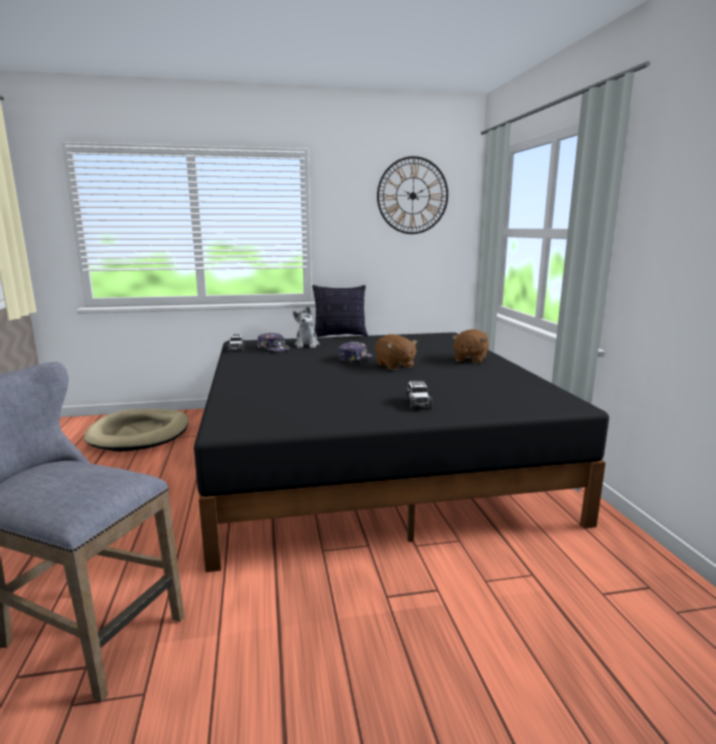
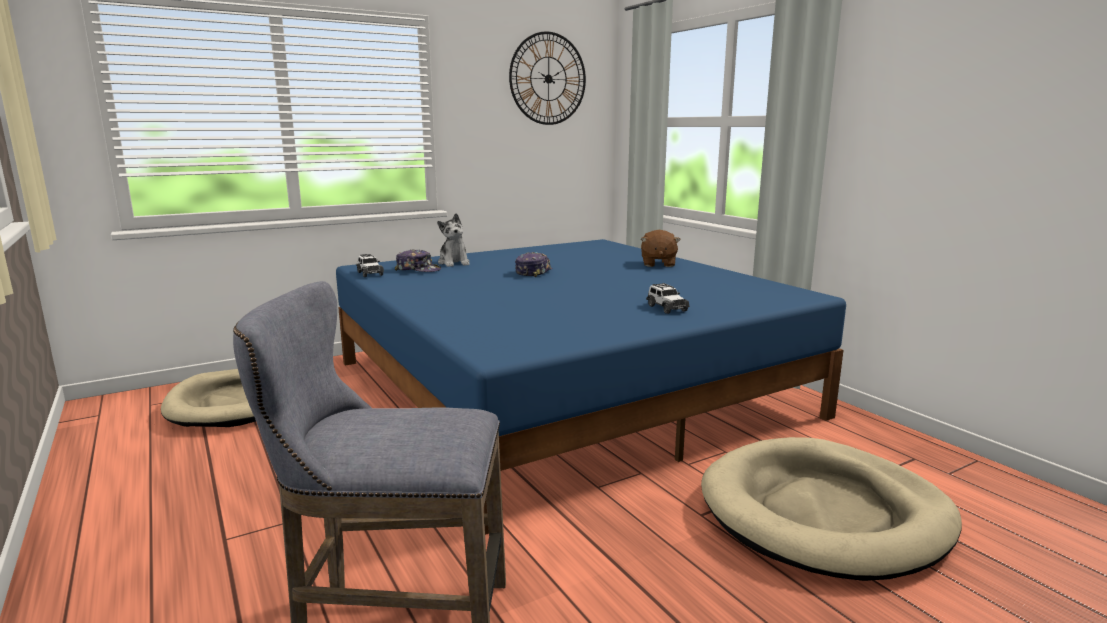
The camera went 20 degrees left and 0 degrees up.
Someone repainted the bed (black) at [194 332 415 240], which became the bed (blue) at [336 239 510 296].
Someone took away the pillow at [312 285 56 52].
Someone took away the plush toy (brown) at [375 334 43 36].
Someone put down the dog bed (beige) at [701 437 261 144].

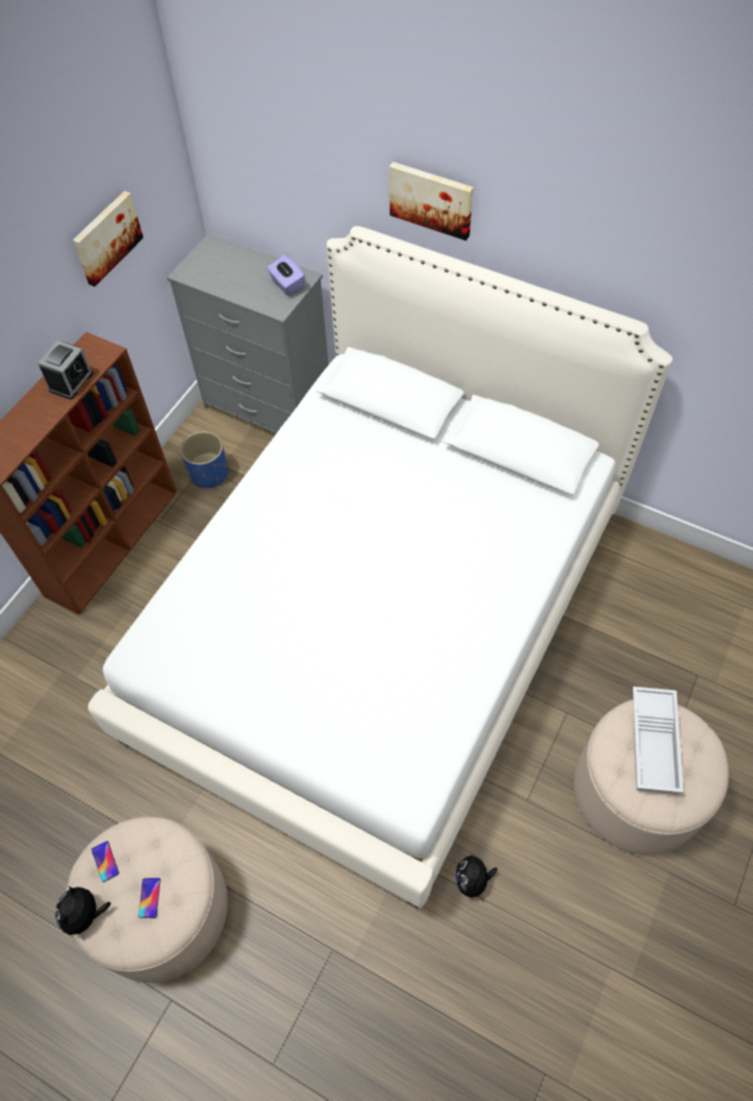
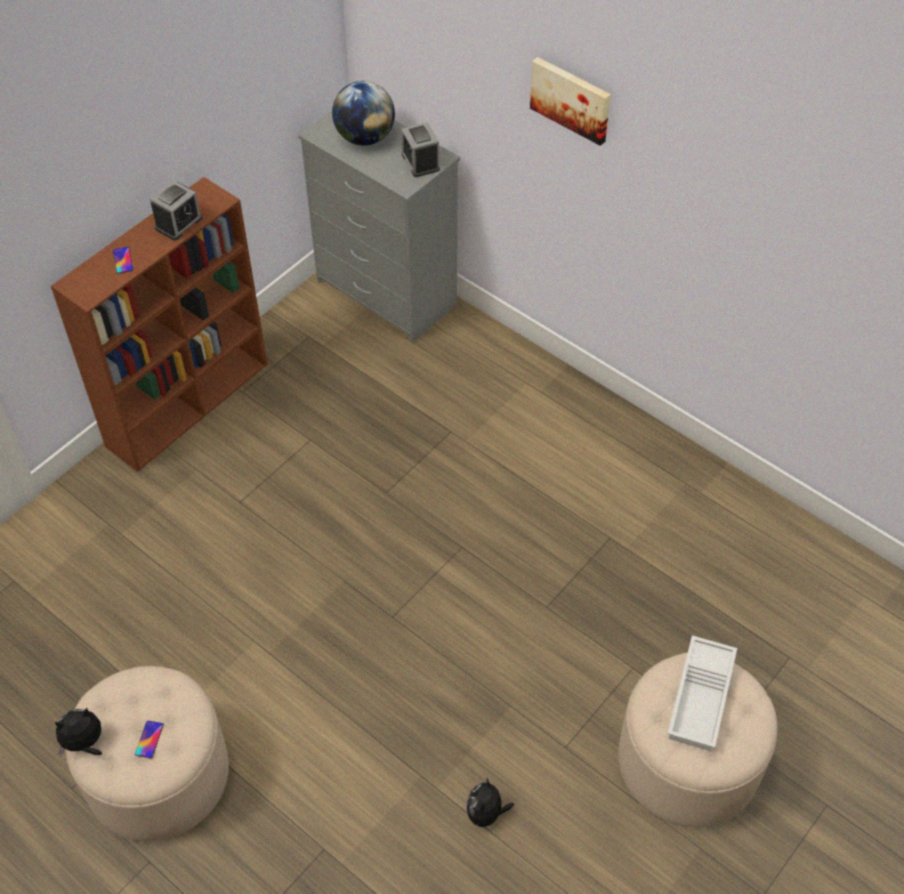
The camera went 10 degrees right and 5 degrees down.
Someone rotated the plush toy at [55 887 56 54] by 45 degrees clockwise.
Someone took away the picture at [72 191 71 96].
Someone took away the bed (white) at [88 226 585 682].
Someone carried the phone from [91 841 28 41] to [113 247 20 27].
Someone took away the planter (blue) at [180 431 48 57].
Someone swapped the tissue box (purple) at [267 254 38 42] for the alarm clock at [401 122 39 55].
Someone put down the globe at [332 81 63 65].

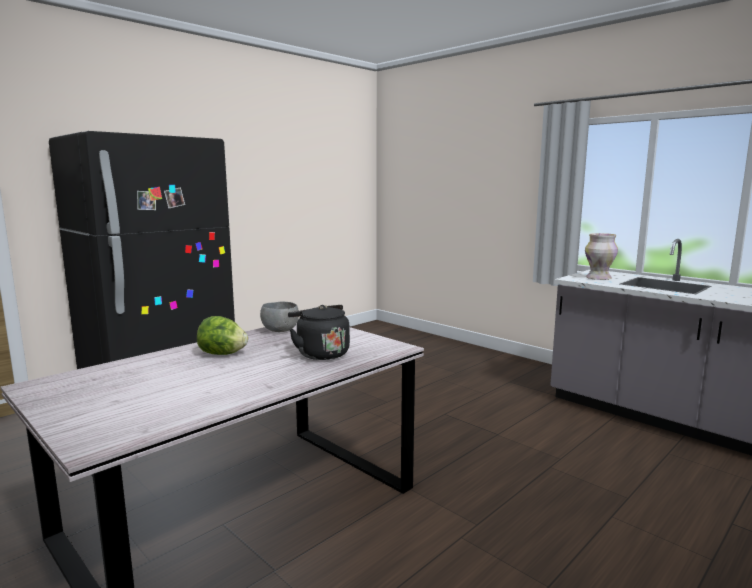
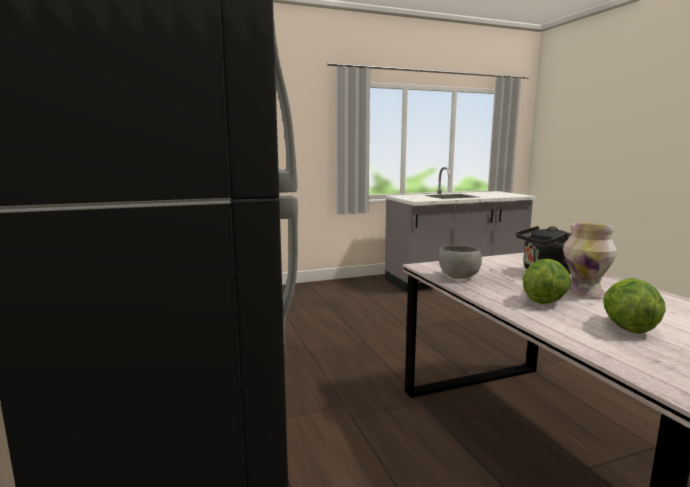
The camera went 65 degrees left and 0 degrees up.
Someone carried the vase from [585 233 33 47] to [563 223 54 75].
Someone put down the lettuce at [603 278 63 56].

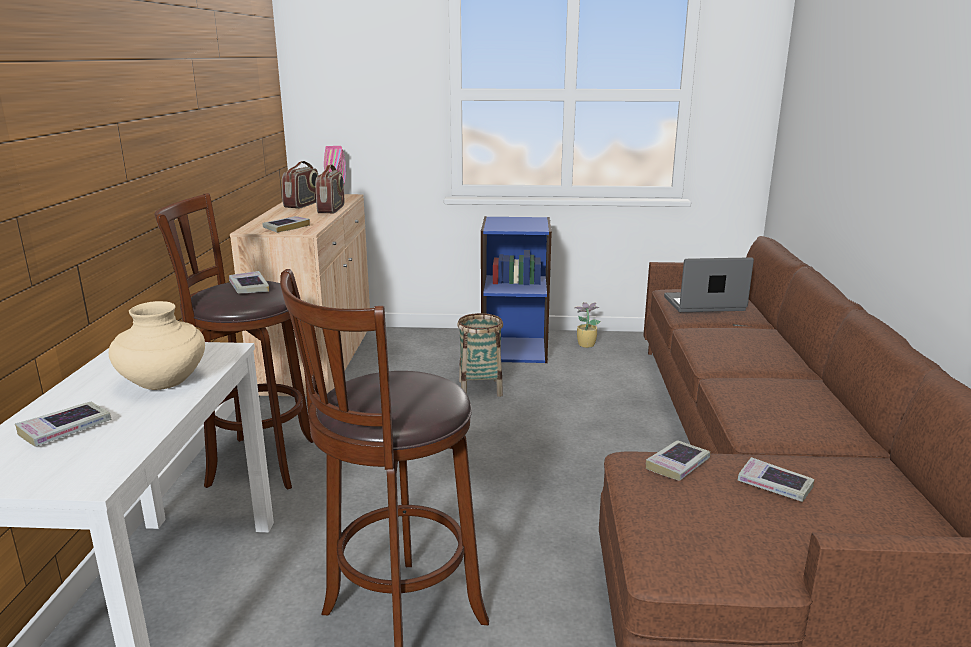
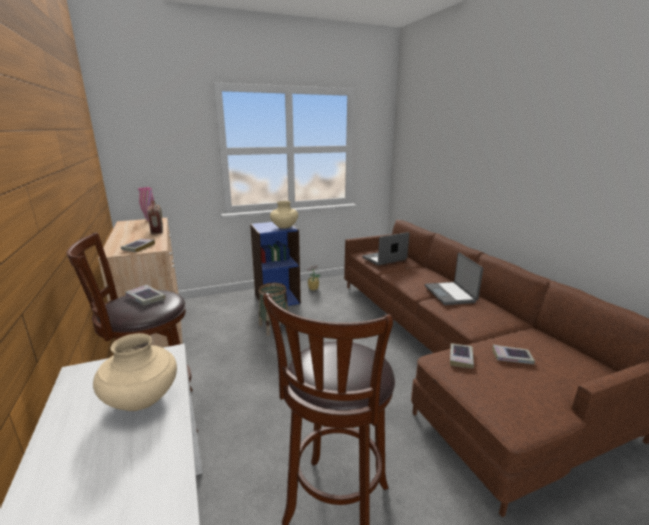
The camera went 25 degrees left and 0 degrees up.
Someone took away the book at [15 402 97 45].
Someone took away the radio at [282 161 36 47].
Someone put down the vase (beige) at [270 201 28 28].
Someone put down the laptop at [425 253 58 52].

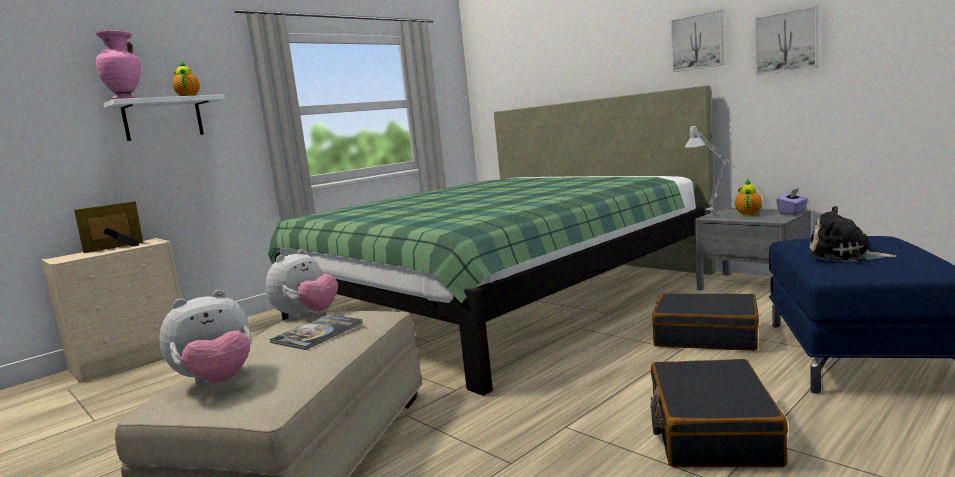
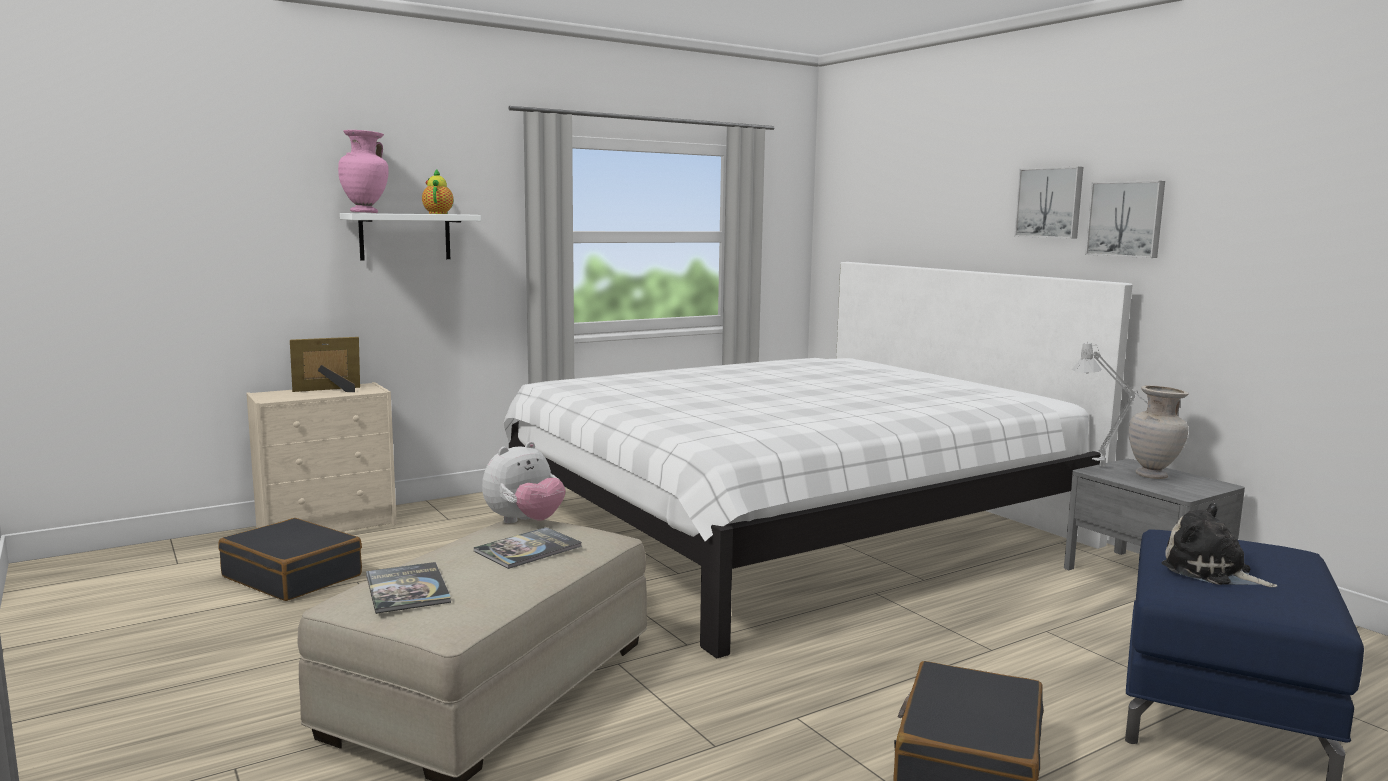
The camera went 10 degrees right and 0 degrees up.
Someone swapped the plush toy at [160 290 91 94] for the book at [366 562 85 52].
Someone repainted the bed (green) at [268 85 448 311], which became the bed (white) at [503 262 630 397].
Someone carried the suitcase (black) from [652 293 107 58] to [218 518 144 83].
Someone swapped the teapot at [735 179 27 37] for the vase (beige) at [1129 385 60 94].
Someone carried the picture from [755 6 64 69] to [1014 167 69 72].
Someone took away the tissue box (purple) at [776 188 32 27].

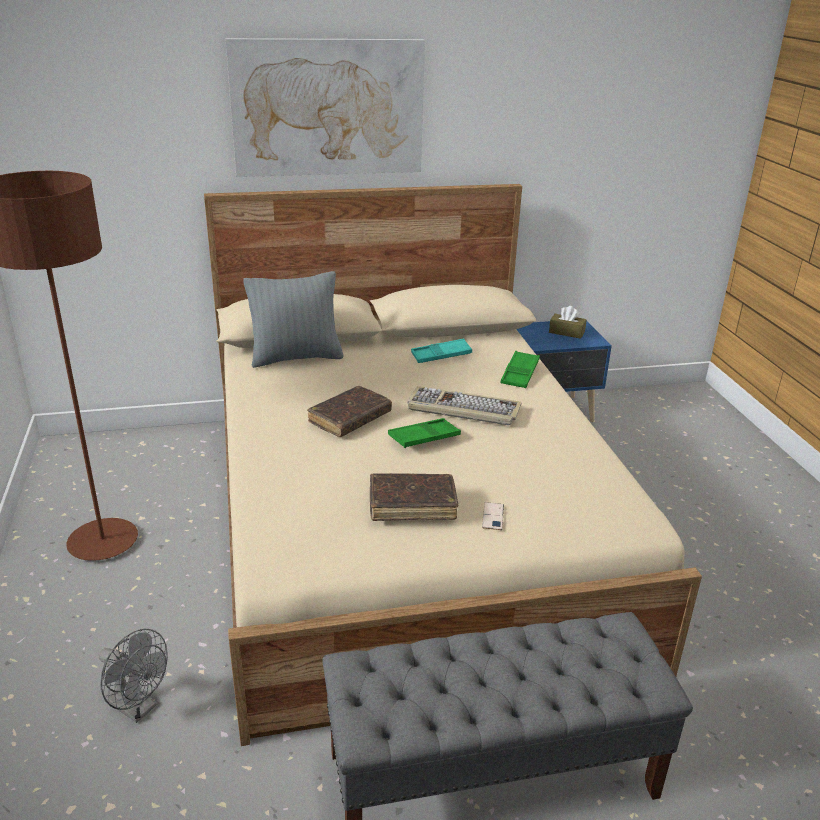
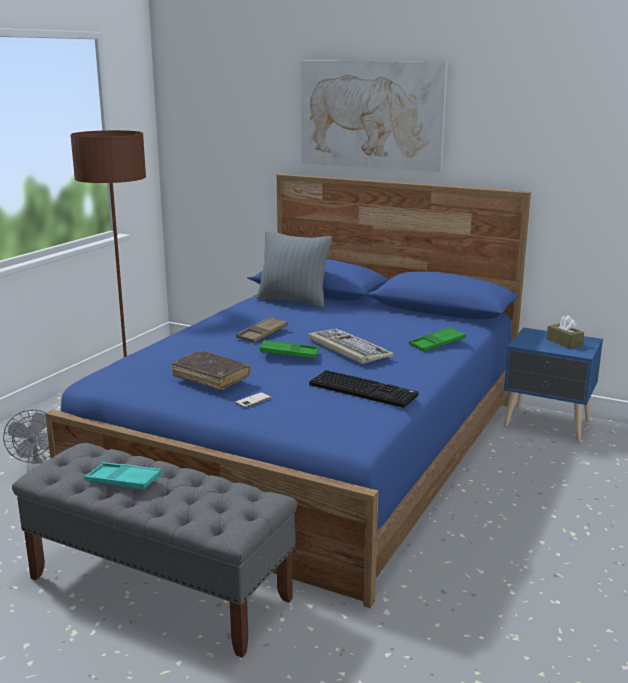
The camera went 40 degrees right and 10 degrees down.
Someone repainted the bed (beige) at [204 184 498 562], which became the bed (blue) at [45 174 486 434].
Someone swapped the book (brown) at [307 386 85 51] for the tray (brown) at [236 317 52 26].
Someone carried the tray (turquoise) from [411 339 61 24] to [84 462 78 27].
Someone put down the keyboard at [309 370 110 38].

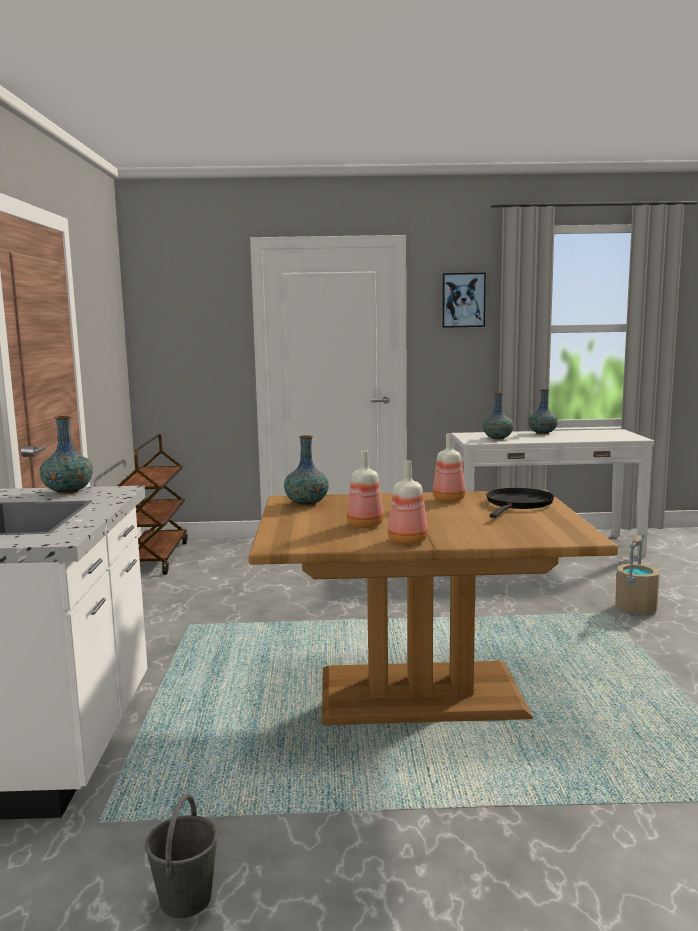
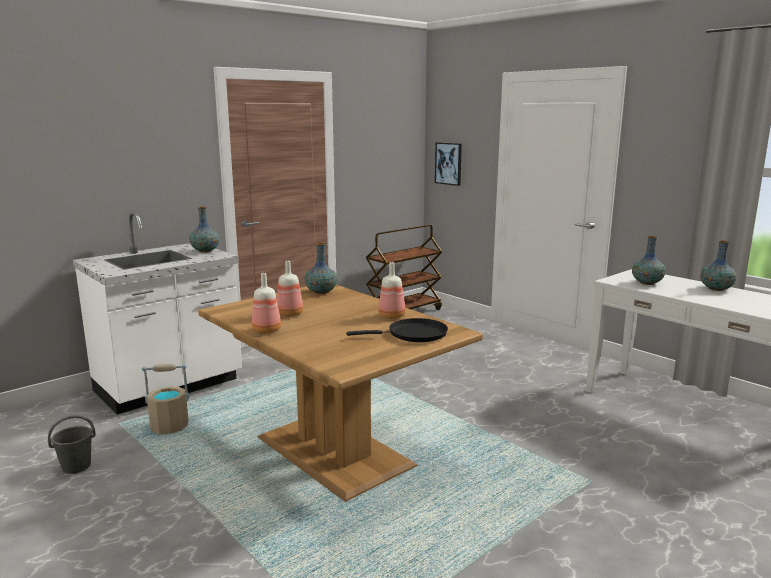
The camera went 50 degrees right and 5 degrees up.
Someone carried the picture from [442 273 44 55] to [435 142 27 44].
Someone carried the bucket (beige) from [615 533 45 81] to [142 364 48 71].

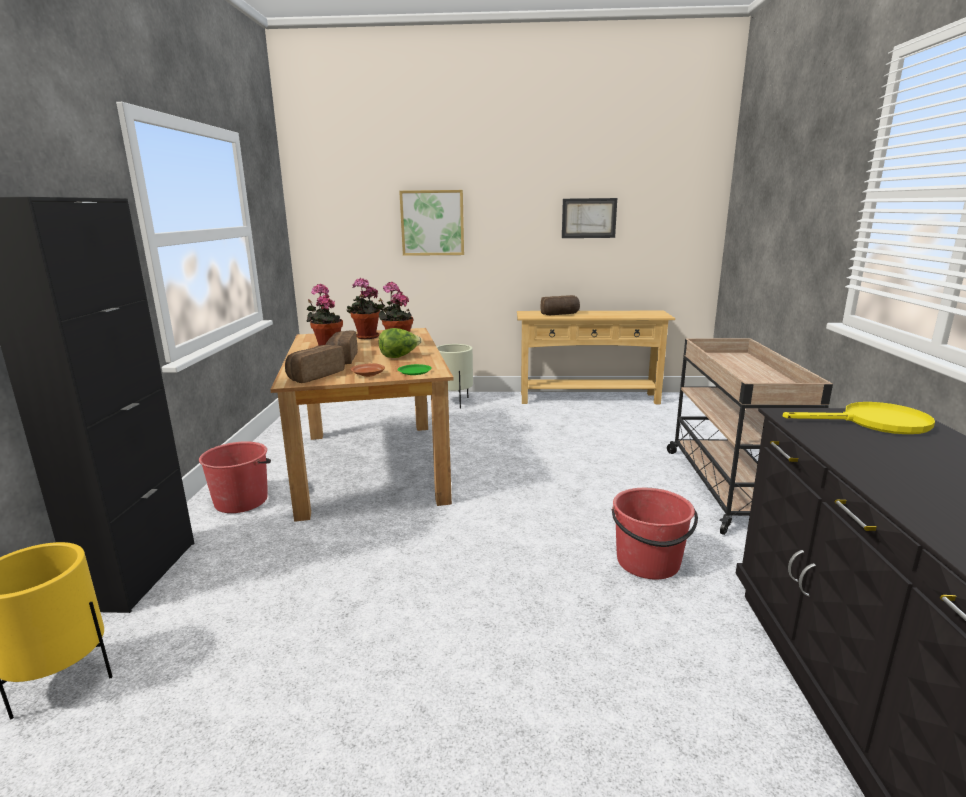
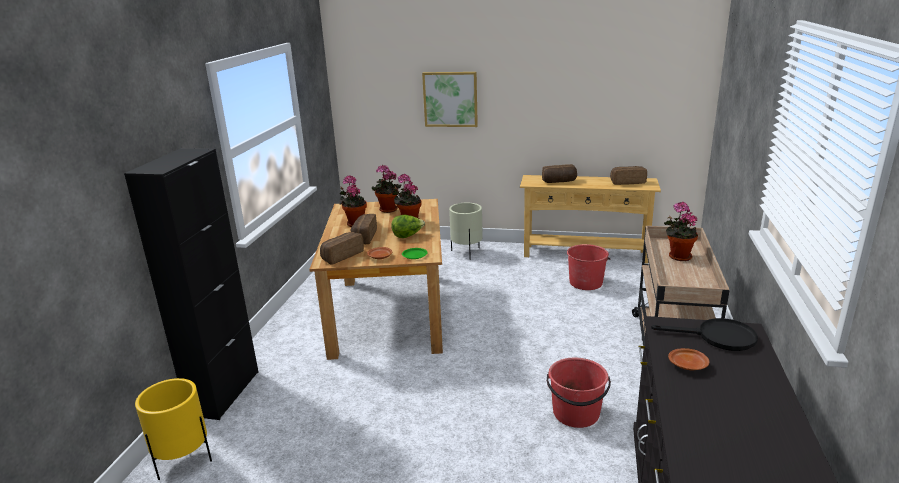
The camera went 10 degrees right and 5 degrees up.
Someone carried the bucket (red) from [199 441 72 72] to [567 244 44 46].
Someone took away the picture at [562 198 55 40].
Someone repainted the frying pan (yellow) at [783 402 152 32], which became the frying pan (black) at [651 318 107 33].
Someone put down the bread at [610 166 37 19].
Someone put down the potted plant at [664 202 34 59].
Someone put down the plate (brown) at [668 348 41 22].

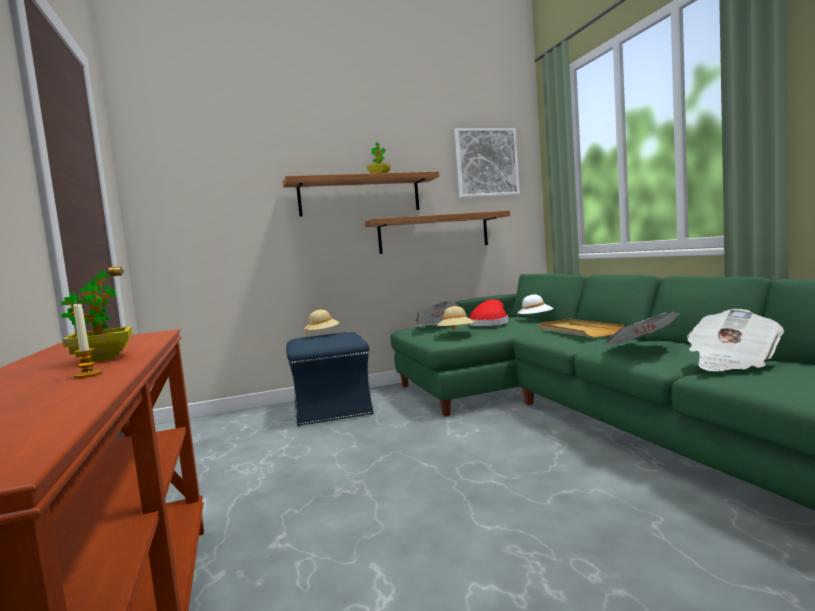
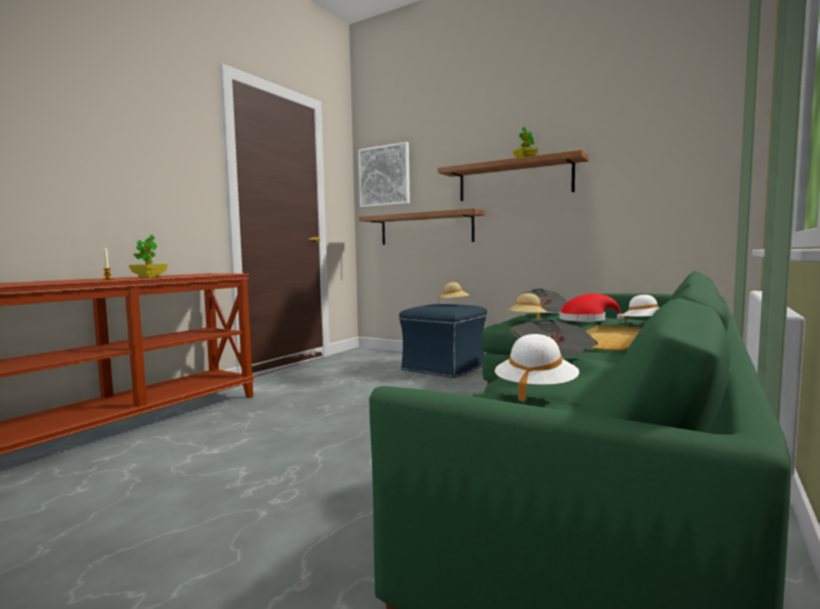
The camera went 50 degrees right and 0 degrees up.
Someone carried the shelf from [365 211 145 43] to [359 208 126 37].
Someone carried the picture from [454 128 66 70] to [358 142 52 66].
Someone swapped the newspaper at [687 309 97 62] for the hat (white) at [495 334 84 68].

